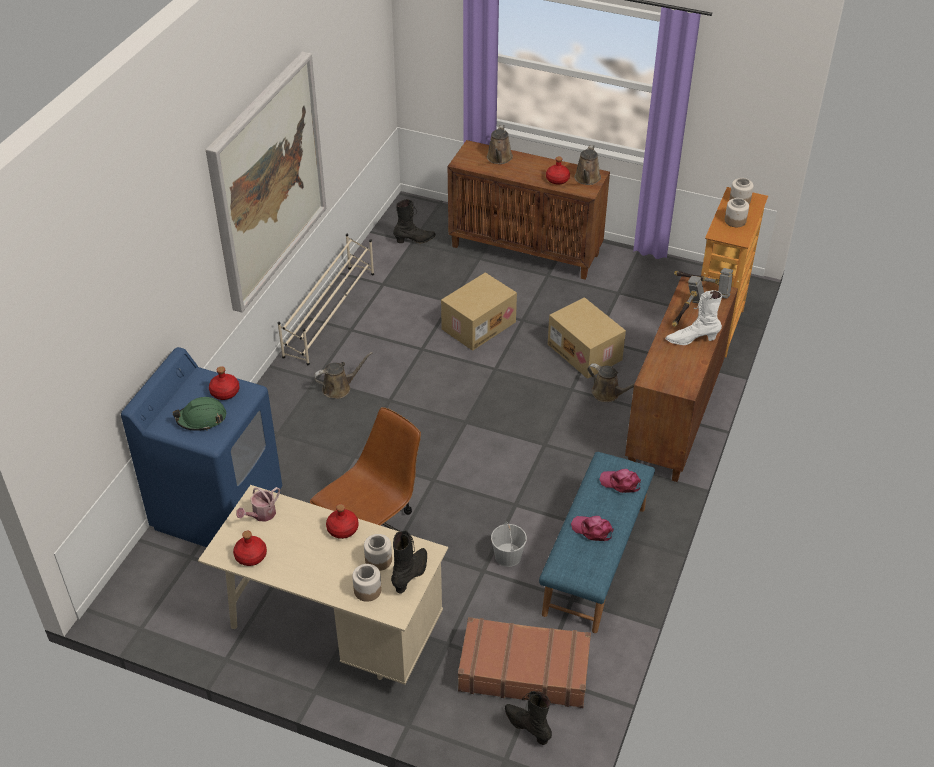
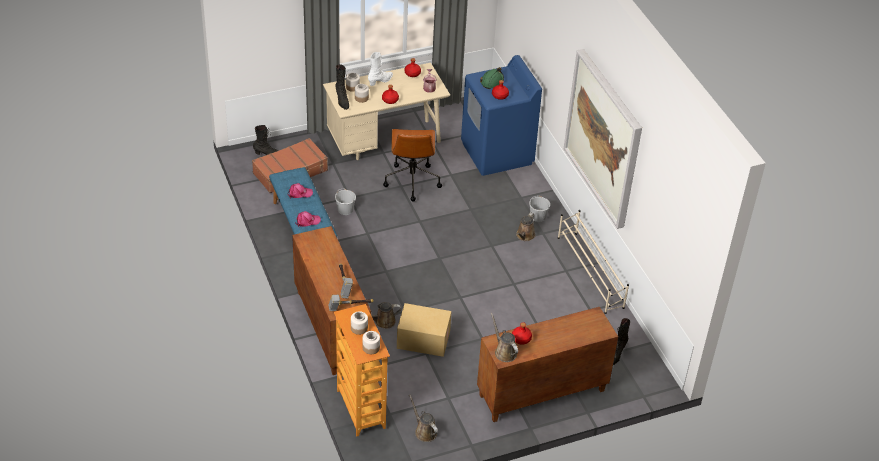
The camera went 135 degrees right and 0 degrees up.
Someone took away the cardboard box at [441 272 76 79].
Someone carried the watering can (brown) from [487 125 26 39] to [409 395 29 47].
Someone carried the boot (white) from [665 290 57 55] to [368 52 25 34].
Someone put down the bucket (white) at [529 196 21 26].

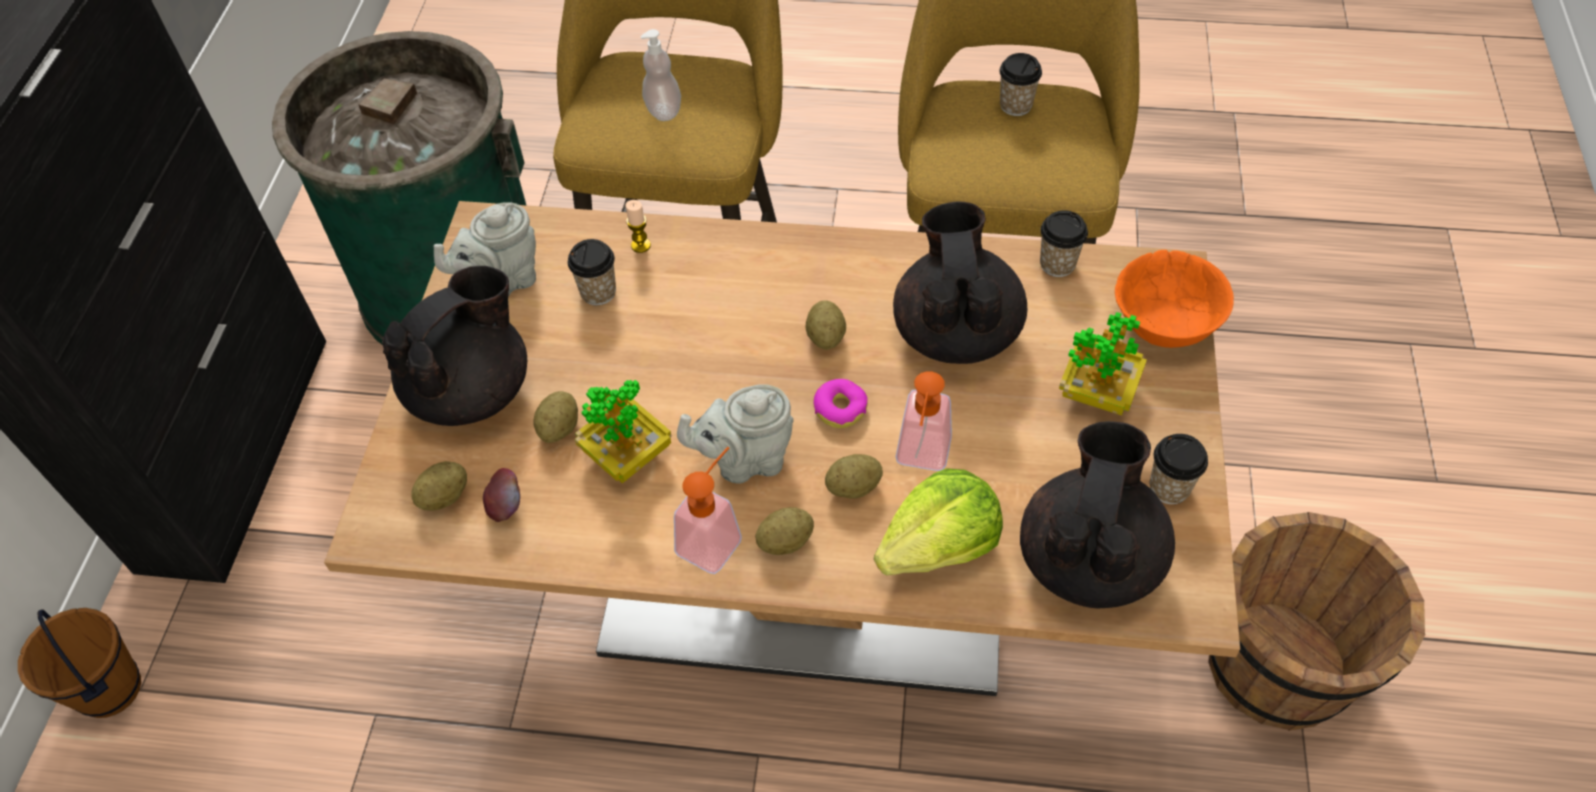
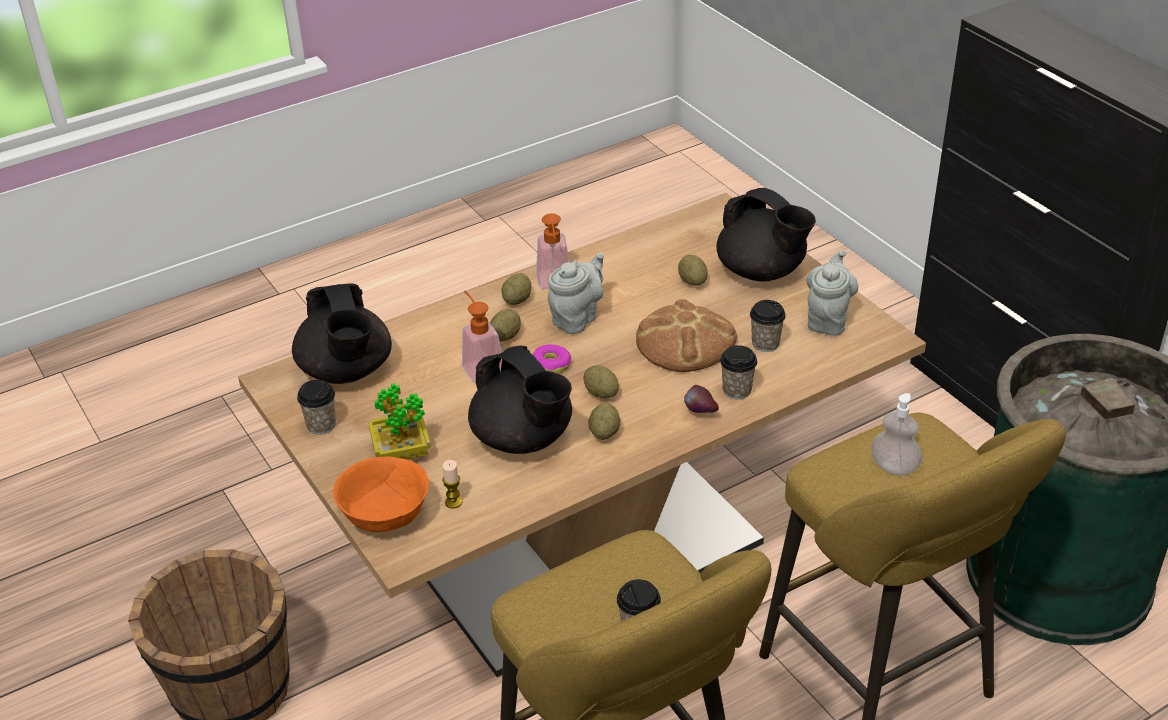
The camera went 140 degrees right and 15 degrees down.
Someone took away the bucket (brown) at [18 608 123 110].
Someone rotated the teapot (black) at [382 266 145 160] by 45 degrees counterclockwise.
Someone carried the potato from [411 461 56 50] to [588 402 32 38].
Someone carried the apple from [483 468 37 54] to [684 385 35 28].
Someone took away the potted plant at [575 380 97 103].
Someone carried the candle from [625 200 26 53] to [442 460 20 49].
Someone took away the lettuce at [874 468 129 108].
Someone carried the cup from [1040 210 48 67] to [720 345 37 54].
Someone put down the bread at [636 299 101 73].

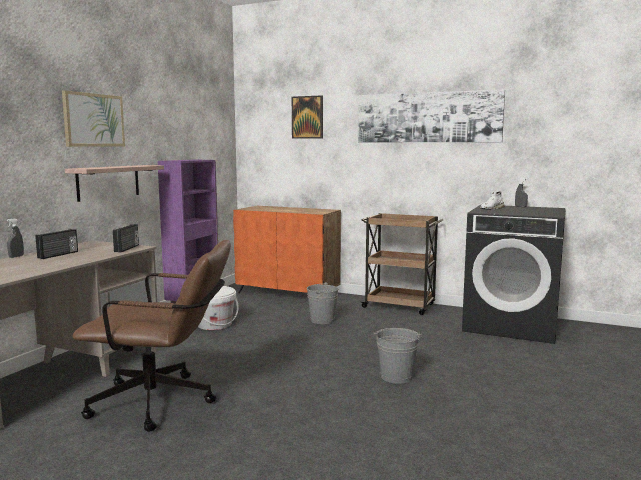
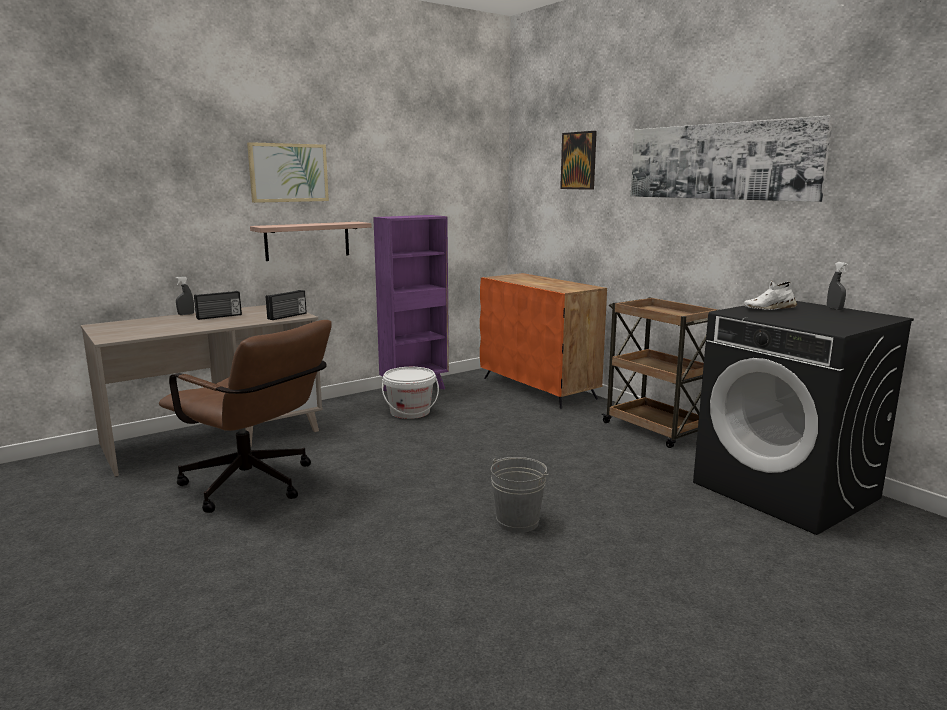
The camera went 30 degrees right and 5 degrees up.
Someone took away the bucket (grey) at [307 282 31 42].

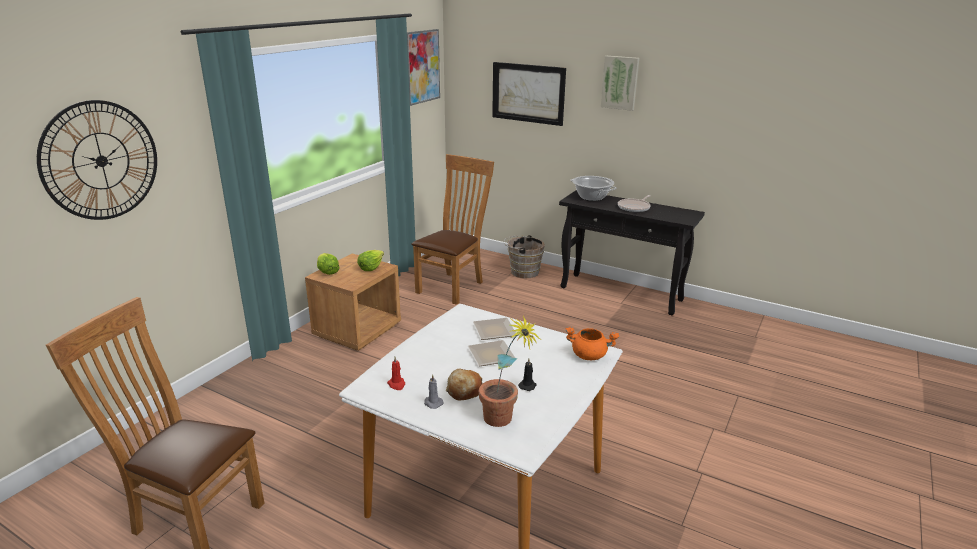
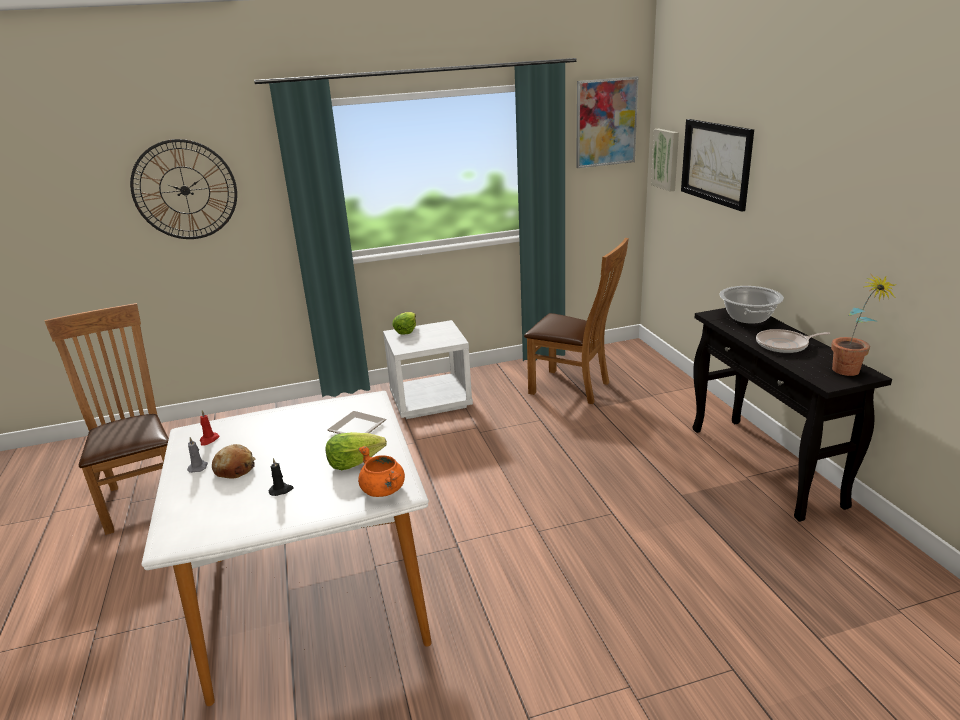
The camera went 45 degrees right and 0 degrees up.
Someone repainted the nightstand (brown) at [305 253 96 98], which became the nightstand (white) at [383 320 90 99].
Someone carried the lettuce from [357 250 27 21] to [325 432 62 38].
Someone rotated the chair (brown) at [412 154 82 151] by 45 degrees clockwise.
Someone took away the plate at [468 340 49 27].
Someone carried the potted plant from [479 316 62 111] to [831 274 66 102].
Someone took away the bucket (brown) at [504 235 41 43].
Someone carried the picture from [601 56 38 55] to [651 129 28 63].

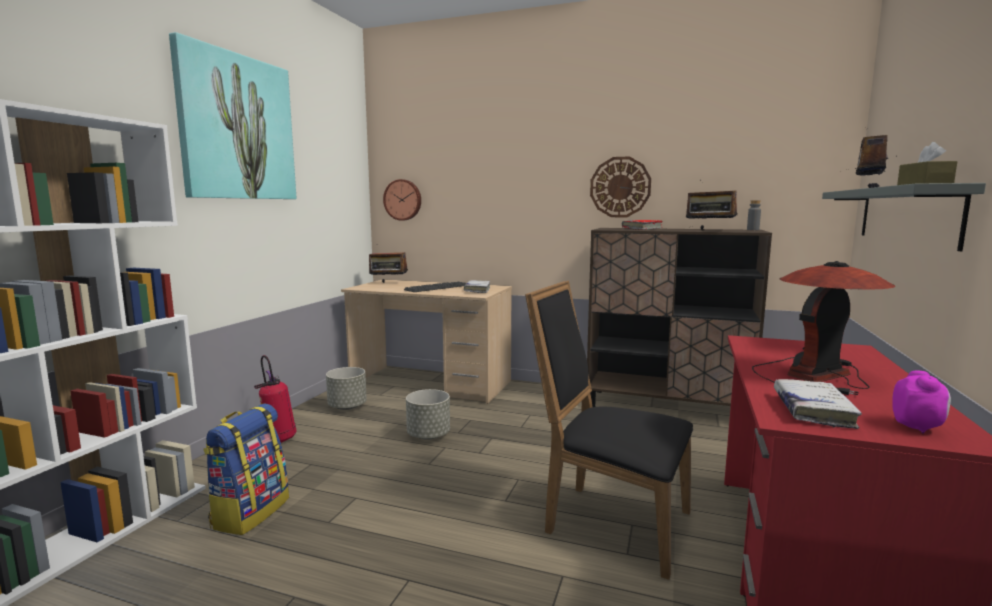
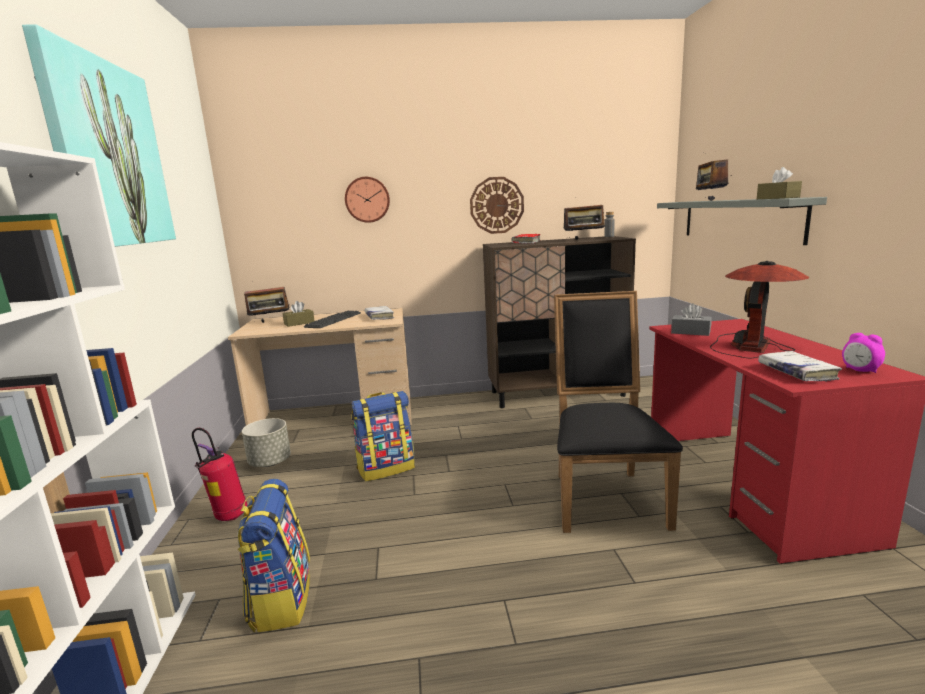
The camera went 25 degrees left and 5 degrees up.
Someone carried the wall clock from [383 179 38 42] to [345 177 45 46].
Someone swapped the planter (grey) at [406 389 44 51] for the backpack at [351 391 64 90].
Someone rotated the chair (black) at [525 280 168 300] by 90 degrees clockwise.
Someone rotated the alarm clock at [892 371 59 63] by 150 degrees clockwise.
Someone put down the tissue box (brown) at [282 301 33 26].
Someone put down the tissue box (grey) at [671 303 41 33].

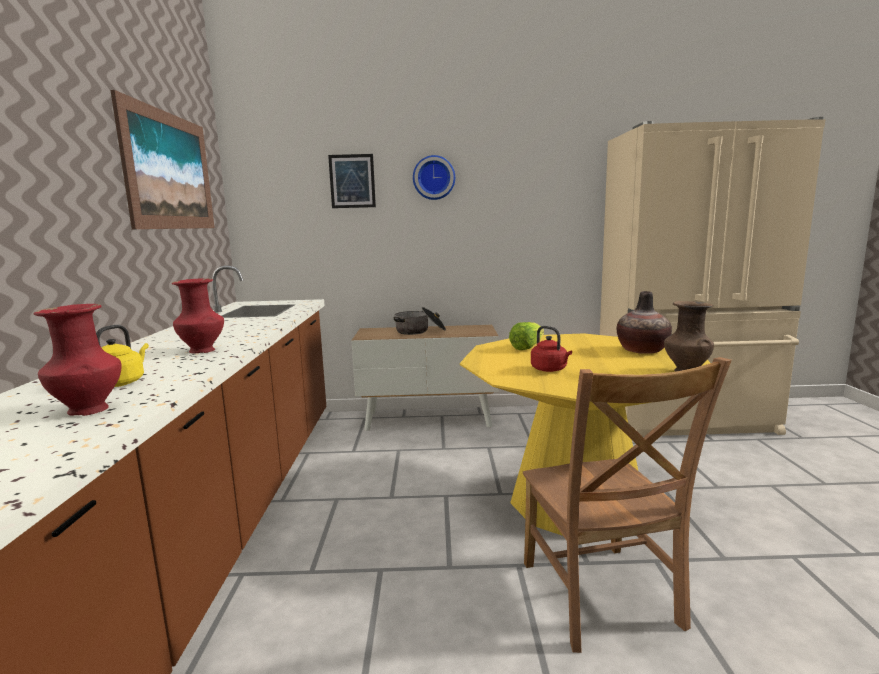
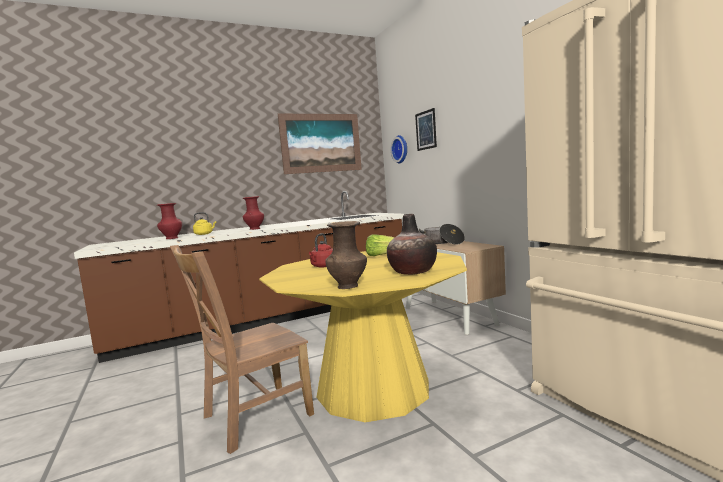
The camera went 65 degrees right and 5 degrees down.
Someone carried the wall clock from [413 155 42 45] to [391 135 16 28].

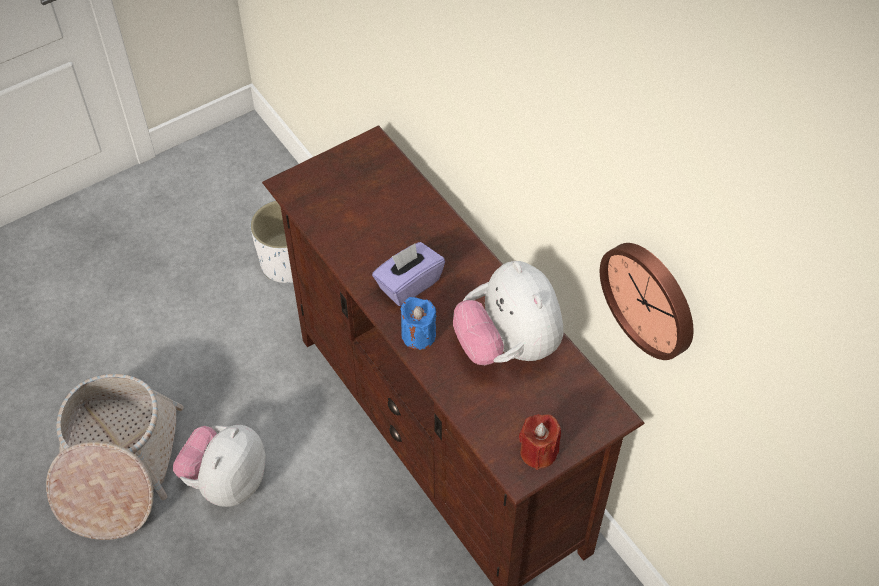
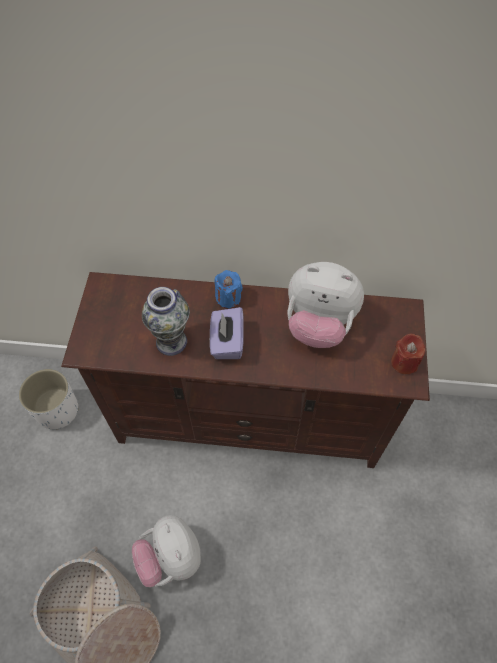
The camera went 50 degrees left and 5 degrees up.
Someone carried the candle (blue) from [400 297 36 53] to [215 270 28 38].
Someone took away the wall clock at [600 243 93 117].
Someone put down the vase at [142 287 48 69].

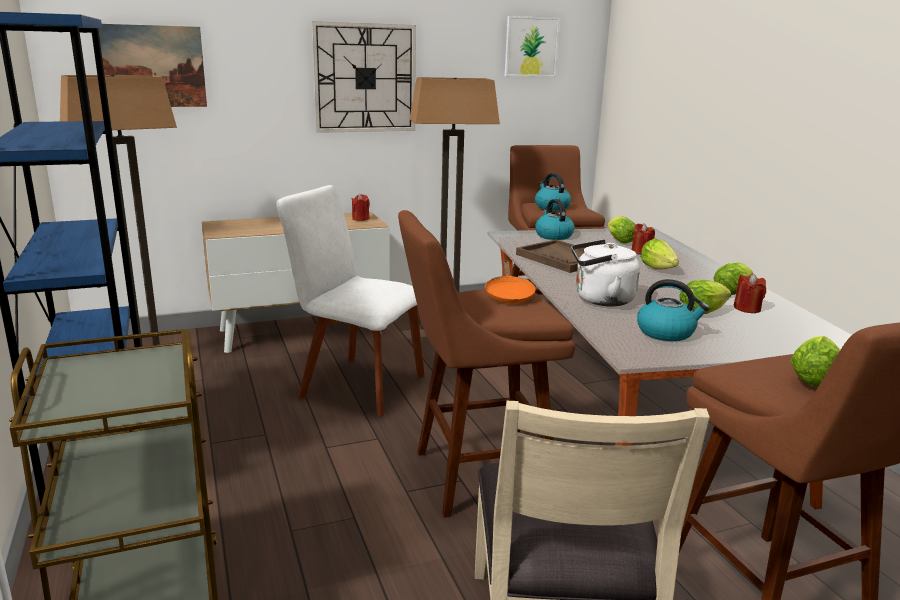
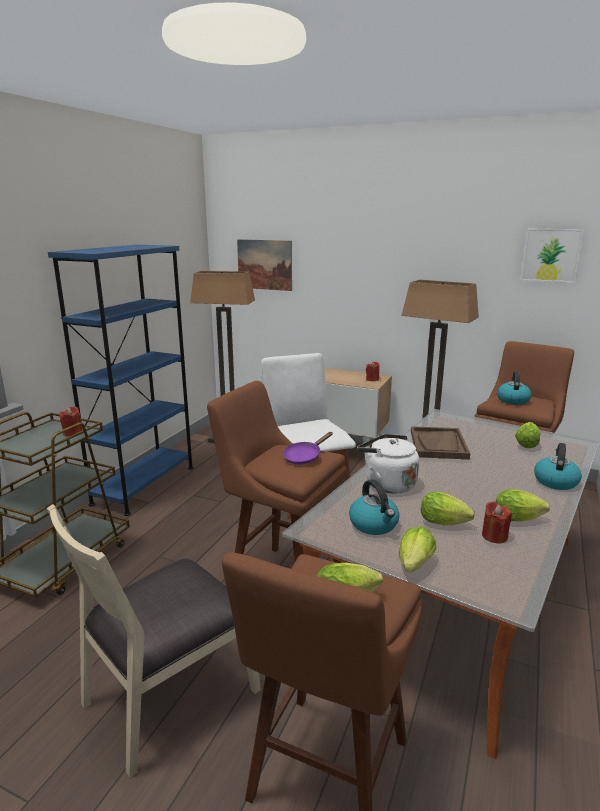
The camera went 45 degrees right and 0 degrees up.
Someone took away the wall clock at [311 21 105 112].
Someone repainted the frying pan (orange) at [484 260 52 44], which became the frying pan (purple) at [283 432 50 33].
Someone carried the kettle from [535 199 40 41] to [534 443 48 47].
Someone carried the candle (red) from [632 224 23 31] to [60 407 22 29].
Someone carried the lettuce from [640 239 39 31] to [399 526 37 46].

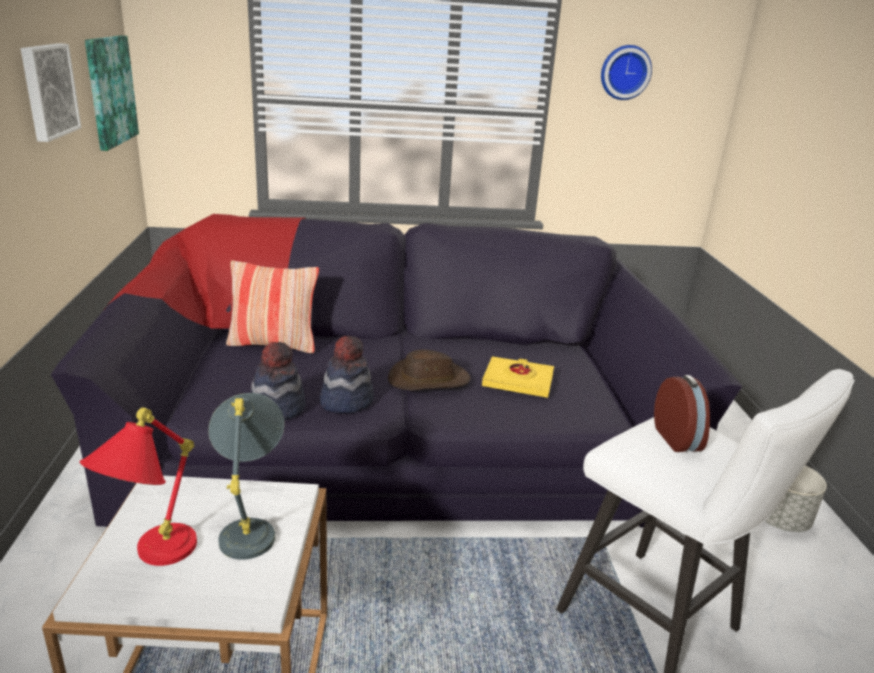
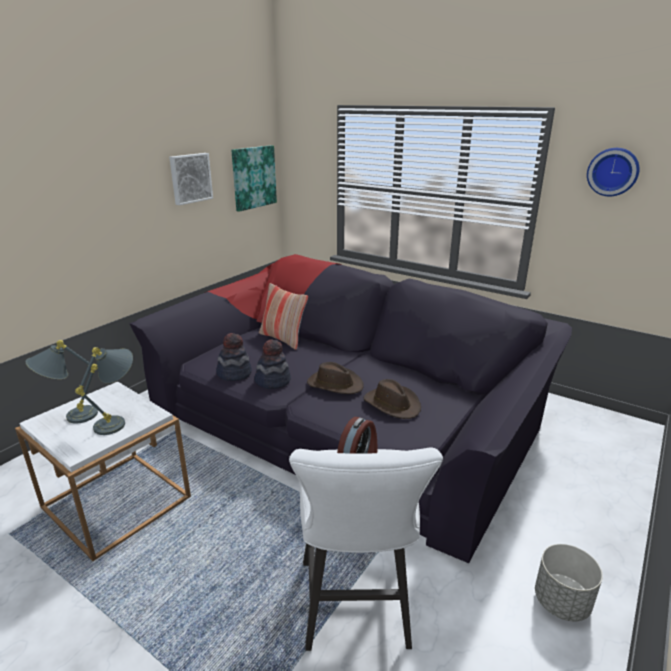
The camera went 40 degrees right and 0 degrees up.
Someone repainted the table lamp (red) at [79 407 118 159], which became the table lamp (grey) at [26 340 72 84].
Someone swapped the book (yellow) at [482 356 72 42] for the hat (brown) at [363 379 58 40].

